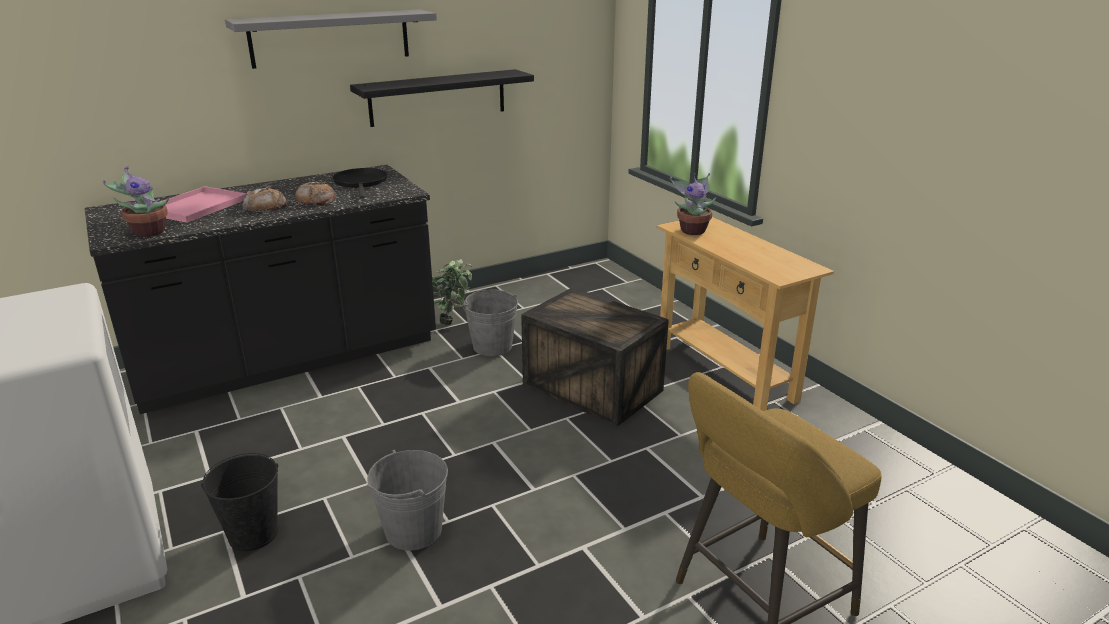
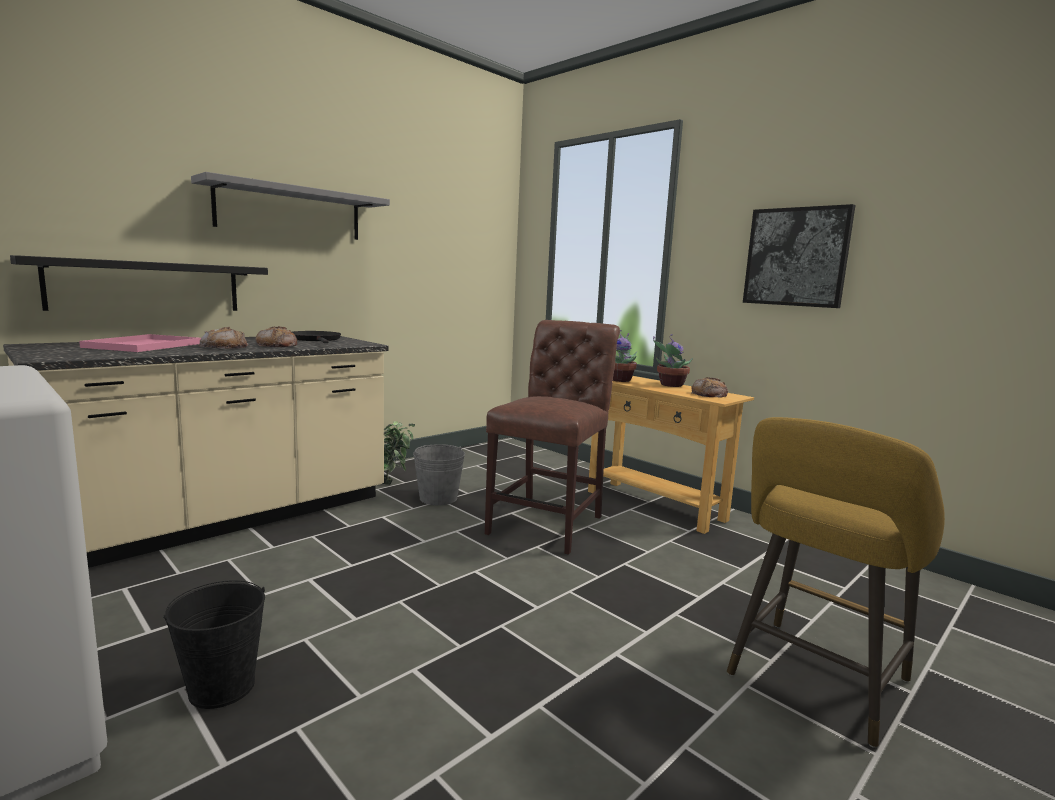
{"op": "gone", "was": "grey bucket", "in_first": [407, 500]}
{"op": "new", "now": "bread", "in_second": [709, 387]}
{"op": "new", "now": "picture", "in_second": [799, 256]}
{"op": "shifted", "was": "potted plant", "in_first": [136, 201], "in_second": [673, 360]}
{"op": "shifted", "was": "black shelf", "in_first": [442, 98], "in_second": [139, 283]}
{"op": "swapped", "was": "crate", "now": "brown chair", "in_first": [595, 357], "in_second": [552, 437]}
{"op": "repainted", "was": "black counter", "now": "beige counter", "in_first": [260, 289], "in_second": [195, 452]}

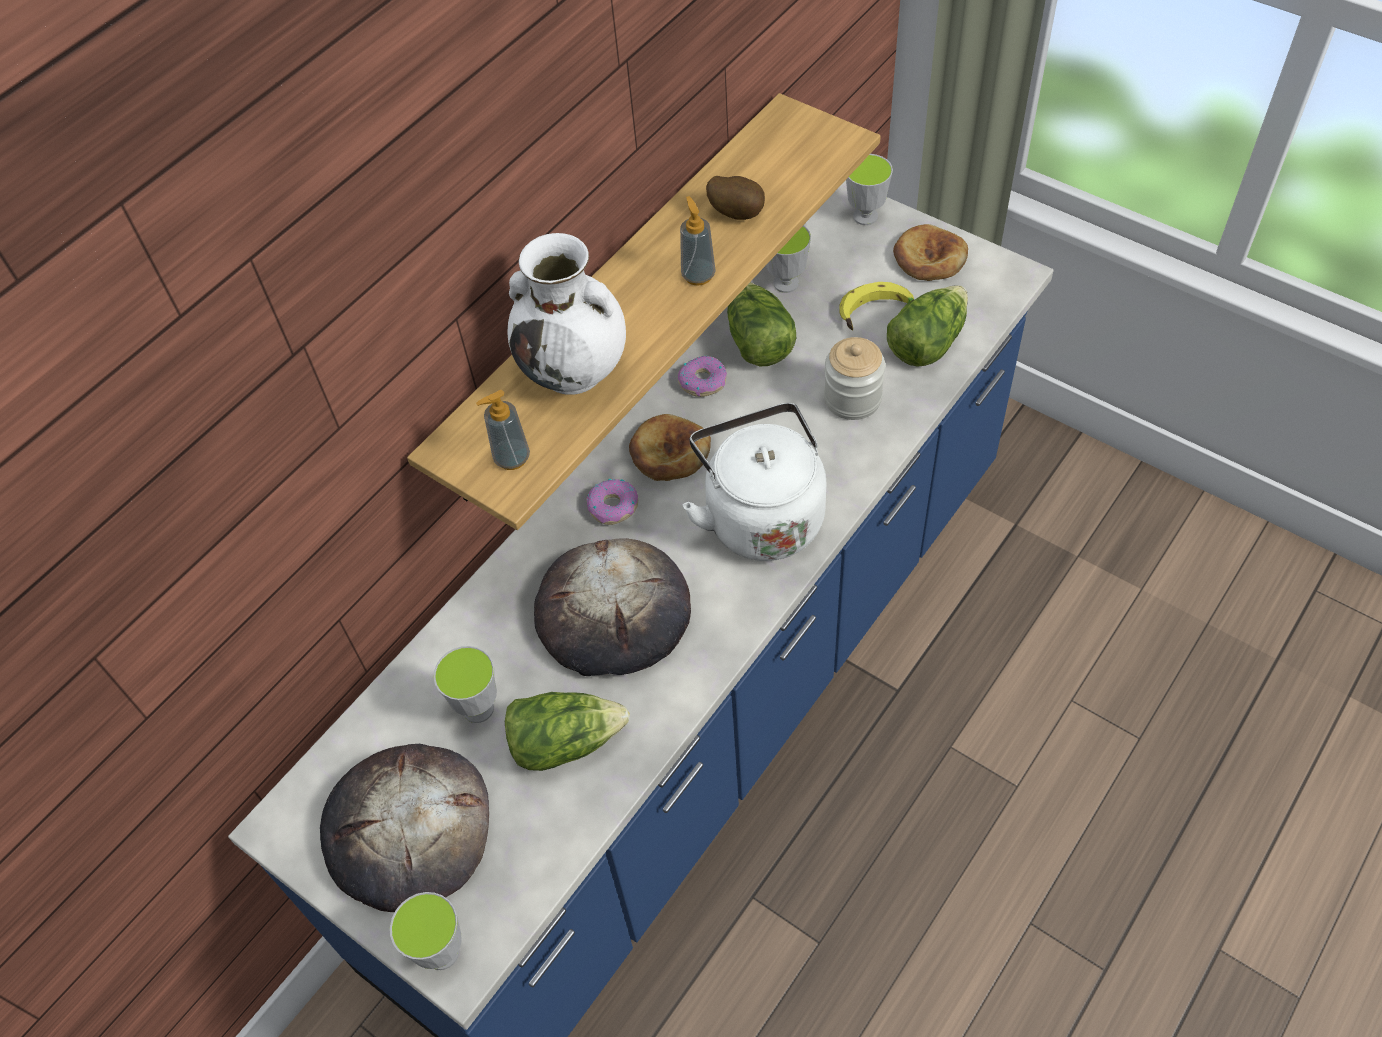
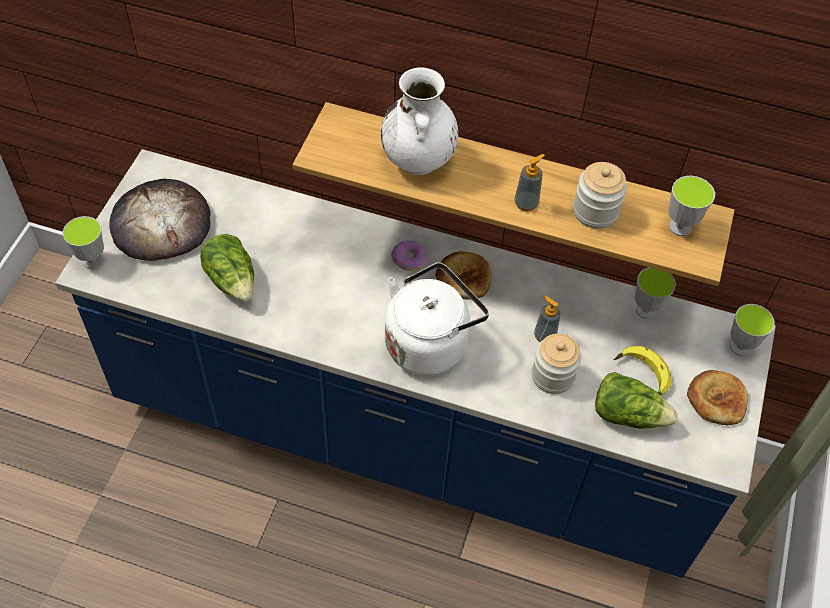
{"op": "gone", "was": "bread", "in_first": [612, 607]}
{"op": "gone", "was": "donut", "in_first": [702, 376]}
{"op": "gone", "was": "lettuce", "in_first": [761, 324]}
{"op": "shifted", "was": "cup", "in_first": [465, 684], "in_second": [691, 206]}
{"op": "shifted", "was": "soap dispenser", "in_first": [503, 430], "in_second": [547, 318]}
{"op": "swapped", "was": "potato", "now": "jar", "in_first": [735, 198], "in_second": [600, 195]}

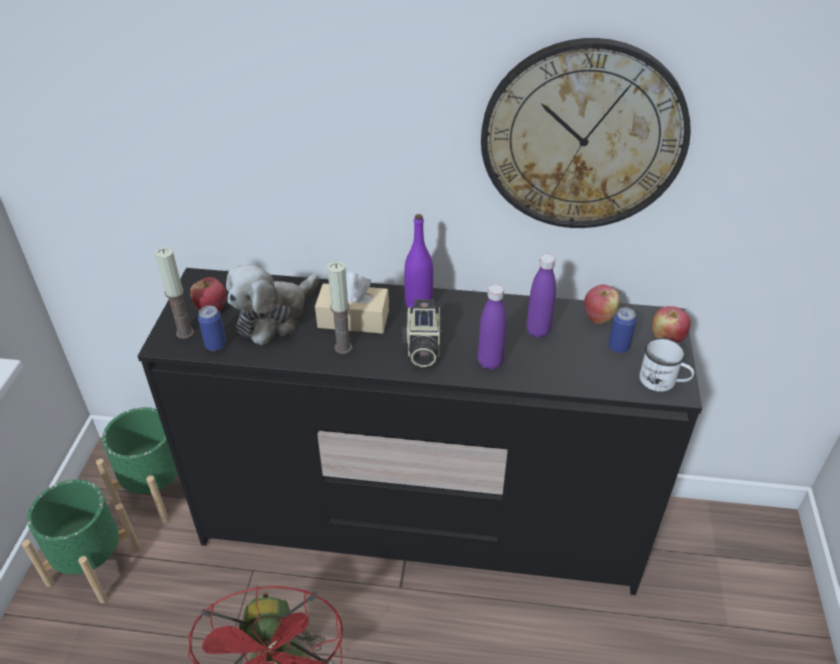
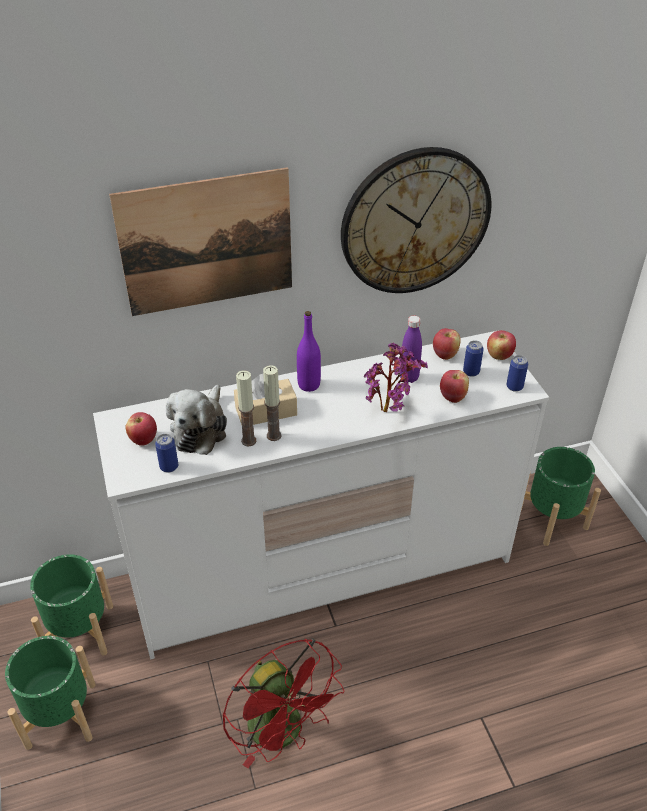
{"op": "gone", "was": "photo camera", "in_first": [422, 333]}
{"op": "new", "now": "picture", "in_second": [200, 241]}
{"op": "new", "now": "apple", "in_second": [454, 386]}
{"op": "new", "now": "green planter", "in_second": [561, 496]}
{"op": "shifted", "was": "candle", "in_first": [174, 293], "in_second": [246, 408]}
{"op": "swapped", "was": "purple bottle", "now": "potted plant", "in_first": [492, 327], "in_second": [396, 377]}
{"op": "swapped", "was": "white mug", "now": "can", "in_first": [666, 365], "in_second": [517, 373]}
{"op": "repainted", "was": "black dresser", "now": "white dresser", "in_first": [420, 431], "in_second": [321, 495]}

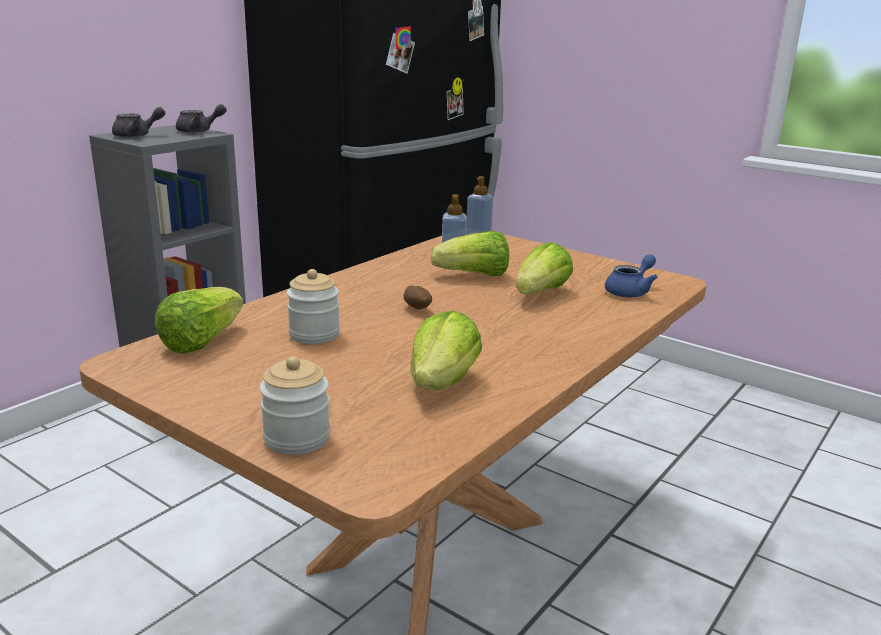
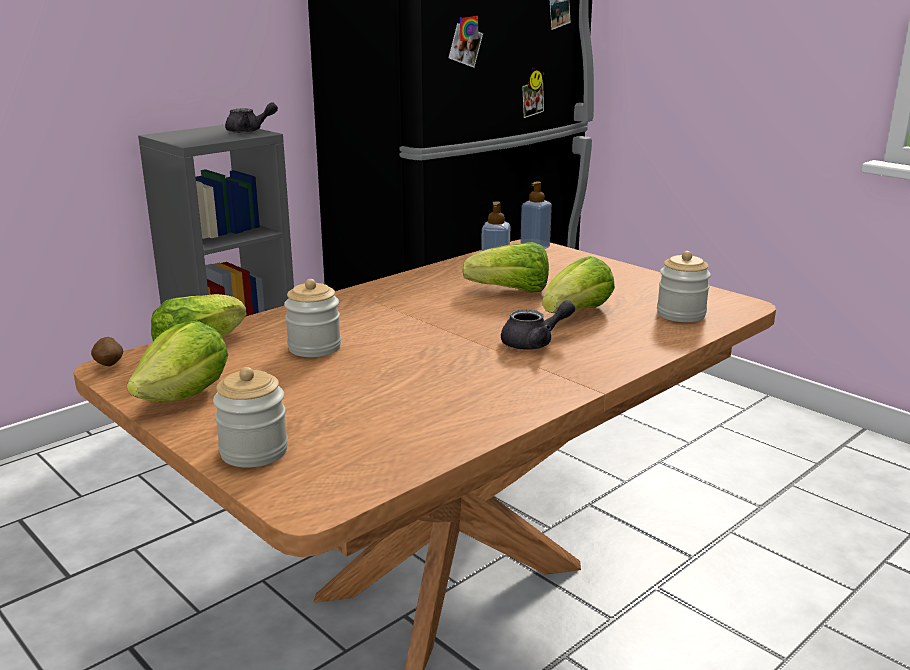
{"op": "shifted", "was": "grey teapot", "in_first": [138, 122], "in_second": [538, 325]}
{"op": "shifted", "was": "potato", "in_first": [418, 298], "in_second": [107, 351]}
{"op": "shifted", "was": "lettuce", "in_first": [446, 350], "in_second": [177, 361]}
{"op": "swapped", "was": "blue teapot", "now": "jar", "in_first": [631, 275], "in_second": [684, 286]}

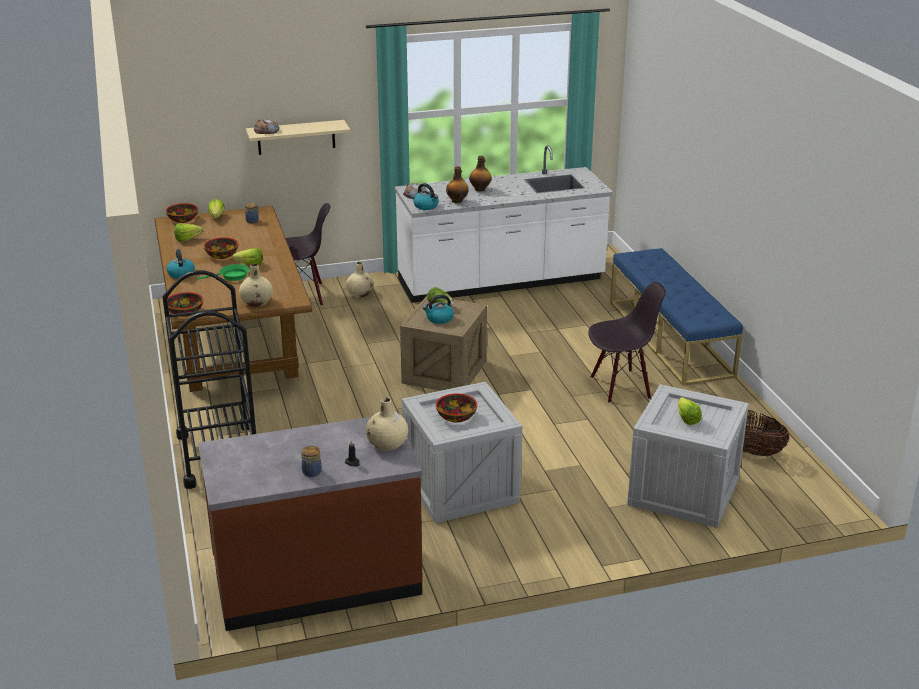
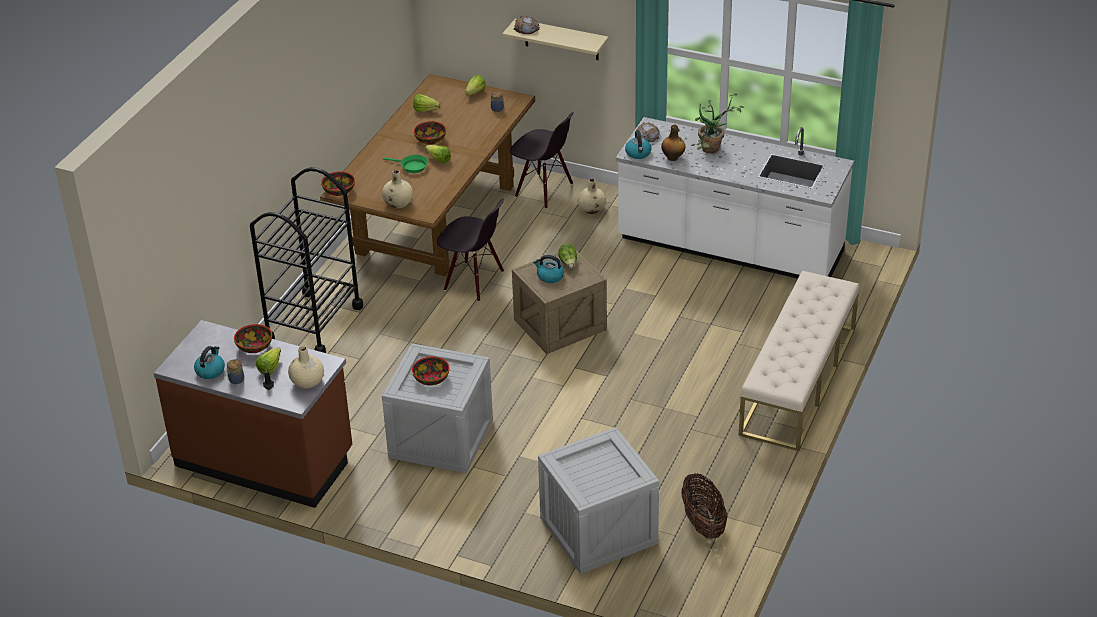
{"op": "shifted", "was": "bowl", "in_first": [182, 213], "in_second": [253, 338]}
{"op": "shifted", "was": "kettle", "in_first": [181, 264], "in_second": [209, 362]}
{"op": "shifted", "was": "black chair", "in_first": [627, 342], "in_second": [470, 250]}
{"op": "shifted", "was": "lettuce", "in_first": [690, 411], "in_second": [268, 361]}
{"op": "swapped", "was": "bottle", "now": "potted plant", "in_first": [480, 174], "in_second": [717, 123]}
{"op": "repainted", "was": "blue bench", "now": "beige bench", "in_first": [676, 317], "in_second": [799, 361]}

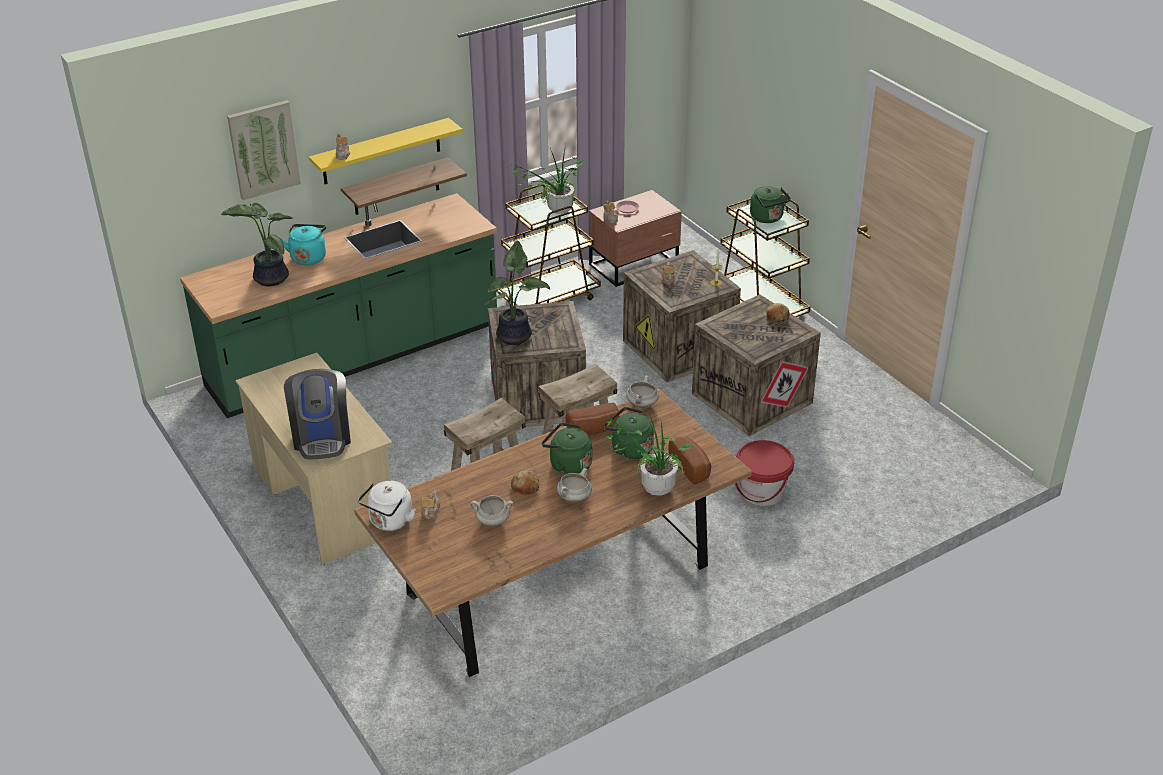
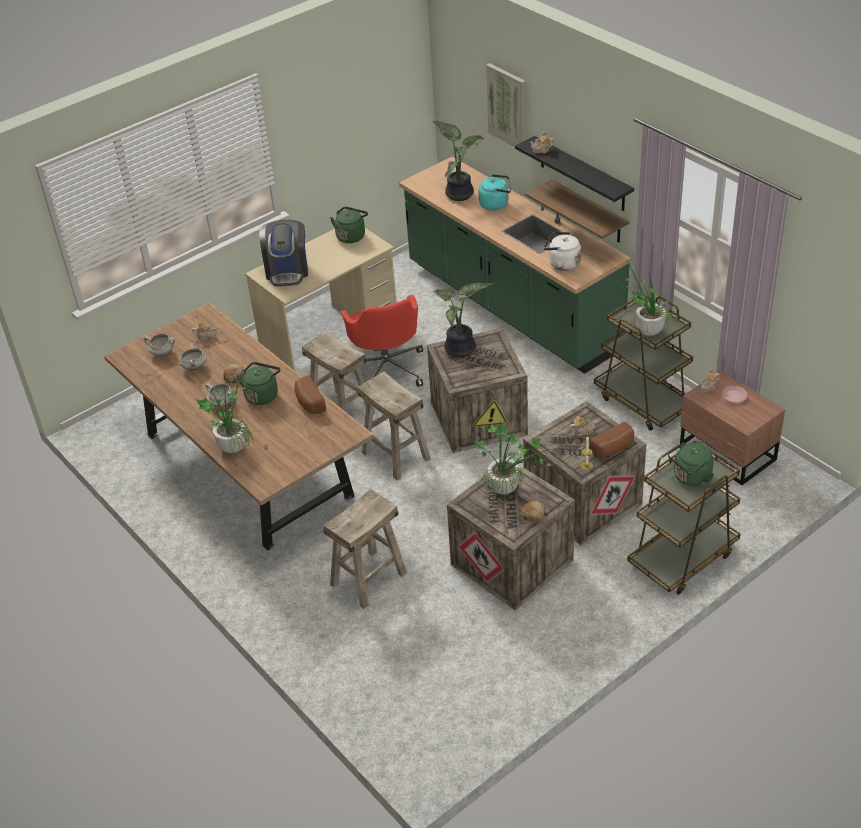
{"op": "new", "now": "red office chair", "in_second": [381, 341]}
{"op": "new", "now": "potted plant", "in_second": [515, 461]}
{"op": "shifted", "was": "white kettle", "in_first": [387, 506], "in_second": [562, 251]}
{"op": "shifted", "was": "green kettle", "in_first": [629, 433], "in_second": [349, 225]}
{"op": "shifted", "was": "white cooking pot", "in_first": [642, 392], "in_second": [159, 344]}
{"op": "shifted", "was": "bread", "in_first": [689, 460], "in_second": [611, 440]}
{"op": "swapped", "was": "red bucket", "now": "beige stool", "in_first": [764, 473], "in_second": [365, 549]}
{"op": "repainted", "was": "yellow shelf", "now": "black shelf", "in_first": [386, 151], "in_second": [574, 173]}
{"op": "rotated", "was": "coffee machine", "in_first": [317, 414], "in_second": [283, 253], "clockwise": -75}

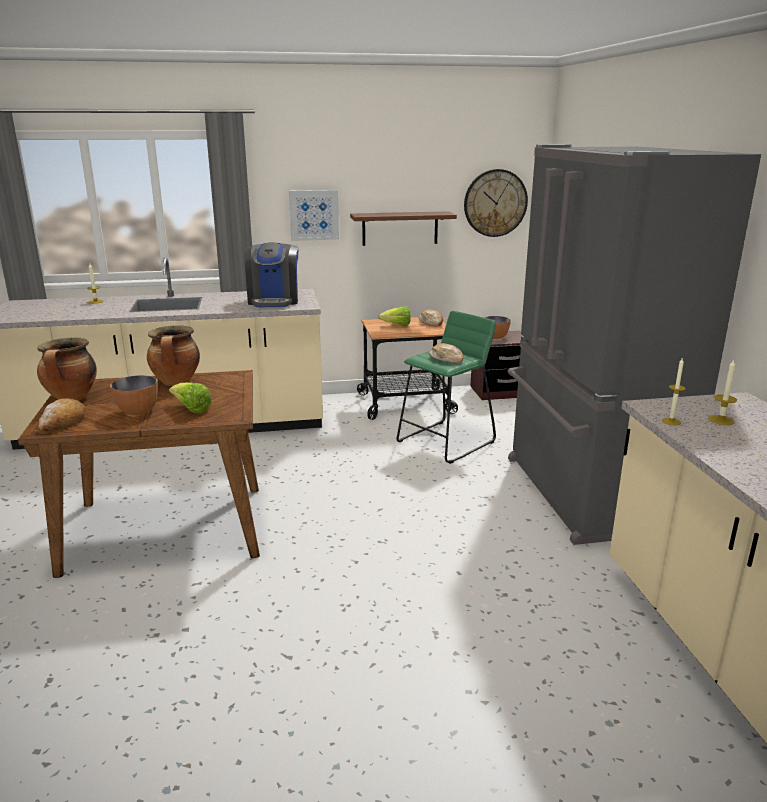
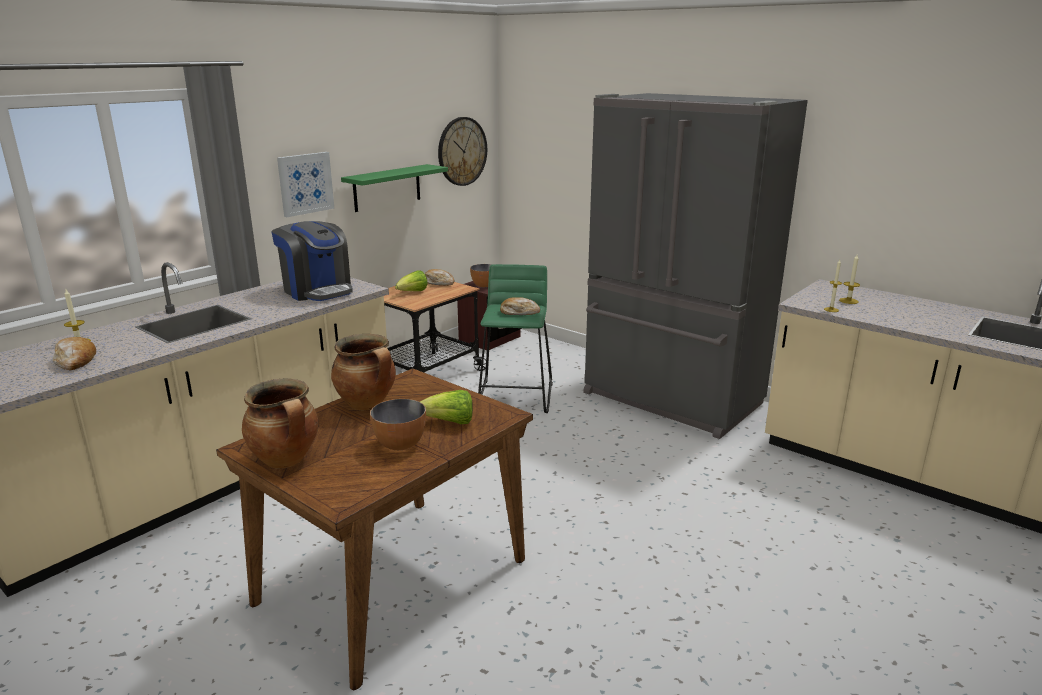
{"op": "shifted", "was": "bread", "in_first": [62, 414], "in_second": [74, 354]}
{"op": "repainted", "was": "brown shelf", "now": "green shelf", "in_first": [403, 228], "in_second": [394, 188]}

